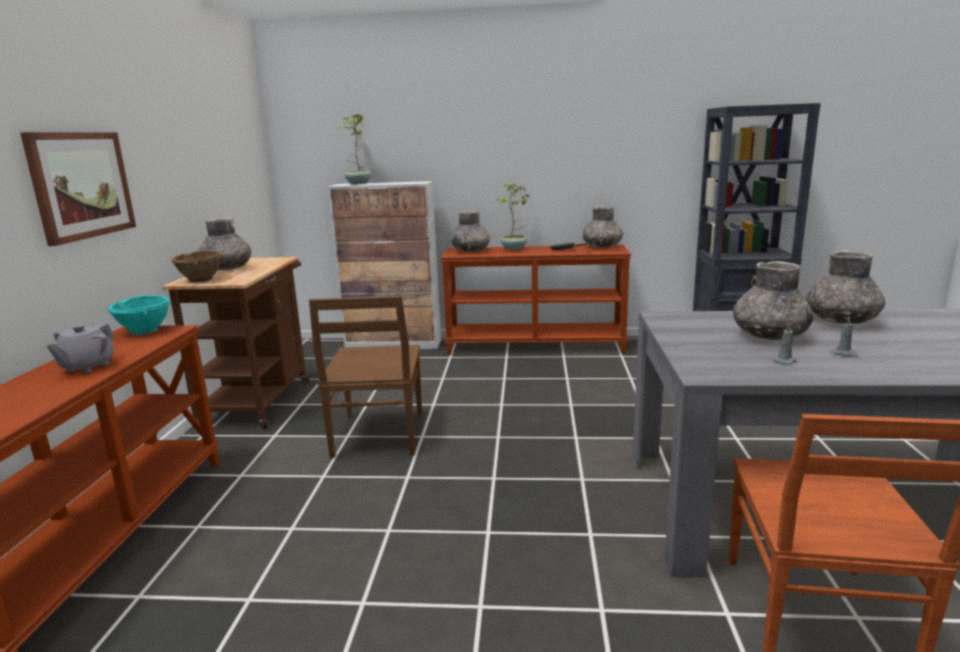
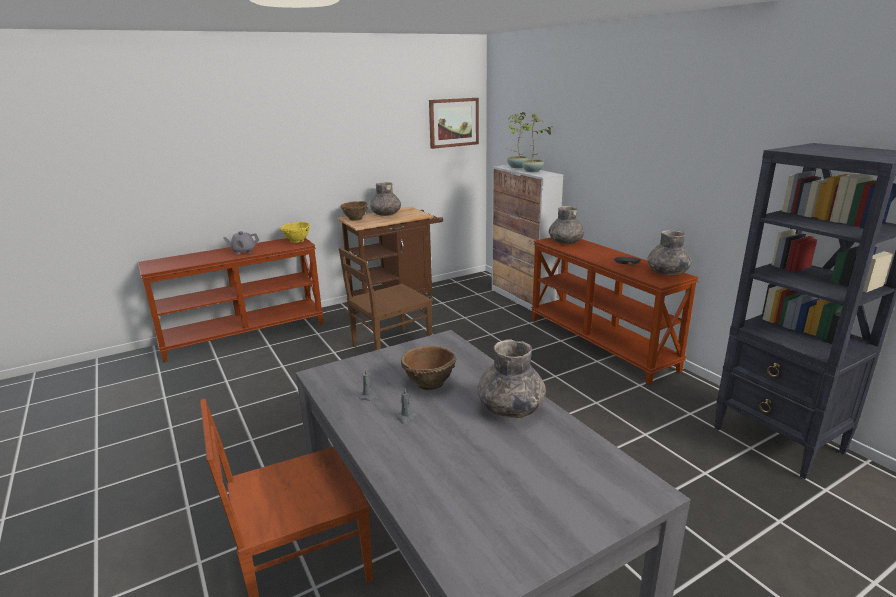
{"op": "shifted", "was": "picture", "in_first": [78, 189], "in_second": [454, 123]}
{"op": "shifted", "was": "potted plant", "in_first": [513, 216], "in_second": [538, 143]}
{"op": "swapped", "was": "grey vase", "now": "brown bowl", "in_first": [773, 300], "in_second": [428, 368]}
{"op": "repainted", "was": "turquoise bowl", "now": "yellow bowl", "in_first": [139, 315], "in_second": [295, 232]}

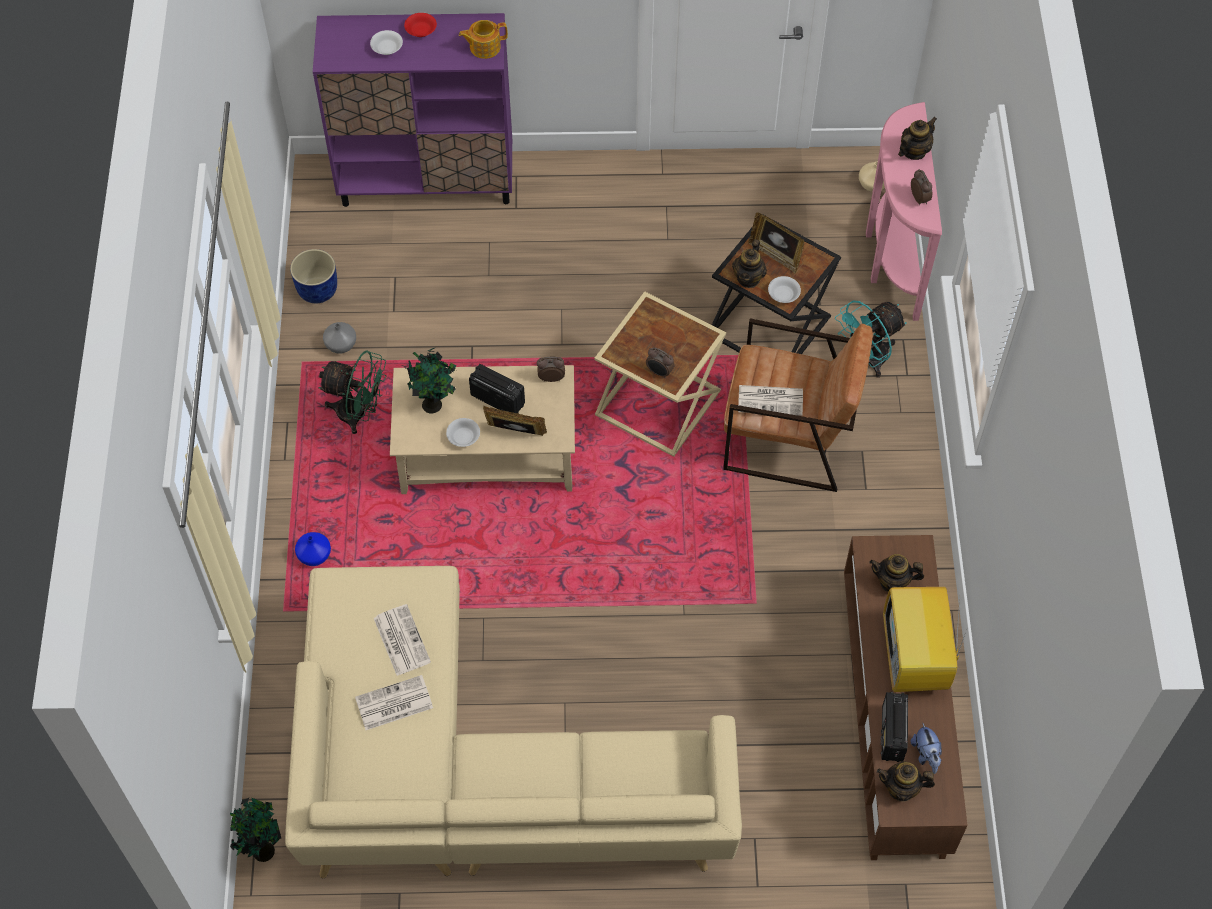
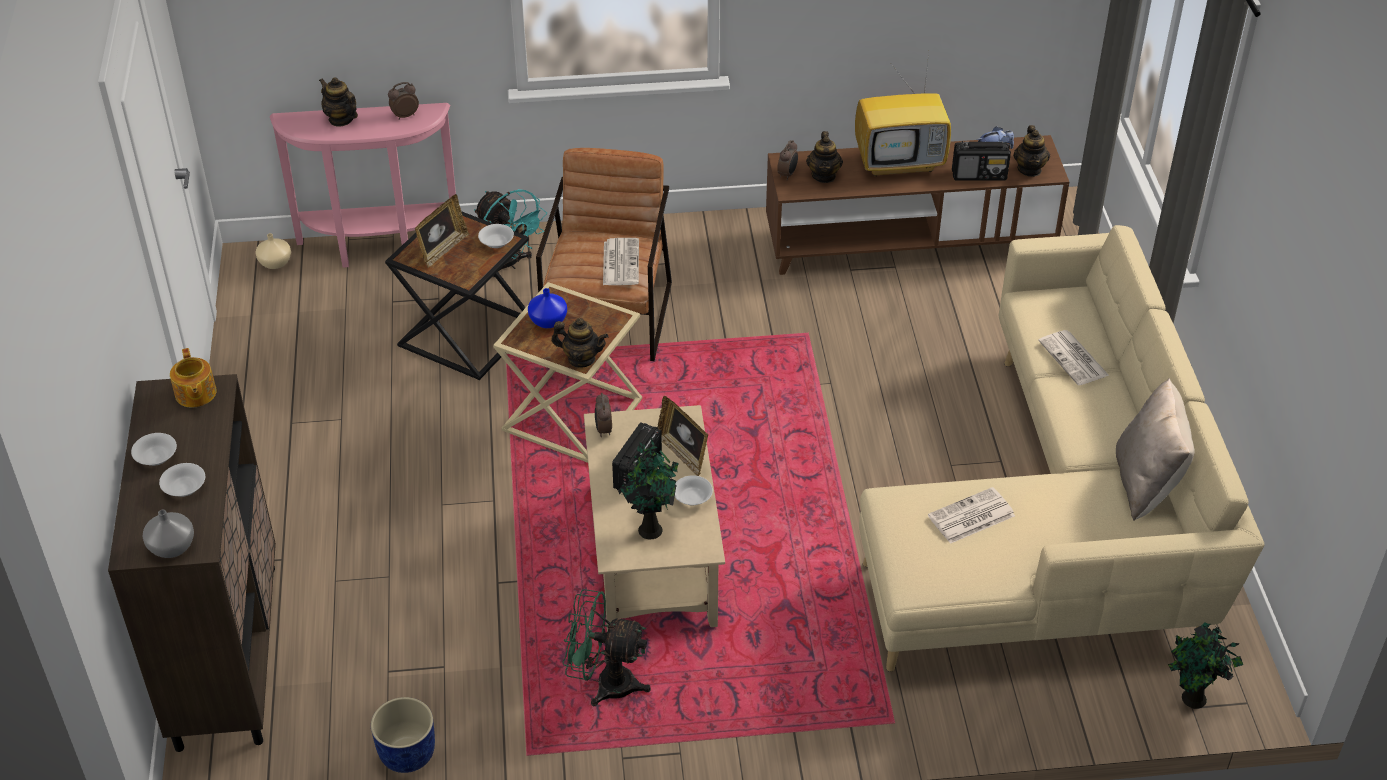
{"op": "new", "now": "beige pillow", "in_second": [1155, 449]}
{"op": "shifted", "was": "blue vase", "in_first": [313, 549], "in_second": [547, 308]}
{"op": "shifted", "was": "grey vase", "in_first": [339, 338], "in_second": [168, 534]}
{"op": "shifted", "was": "newspaper", "in_first": [394, 702], "in_second": [1073, 357]}
{"op": "shifted", "was": "alarm clock", "in_first": [660, 362], "in_second": [787, 160]}
{"op": "shifted", "was": "teapot", "in_first": [749, 263], "in_second": [580, 343]}
{"op": "repainted", "was": "purple cabinet", "now": "brown cabinet", "in_first": [412, 110], "in_second": [192, 563]}
{"op": "repainted", "was": "red bowl", "now": "white bowl", "in_first": [420, 25], "in_second": [154, 449]}
{"op": "rotated", "was": "green fan", "in_first": [352, 392], "in_second": [606, 647], "clockwise": -90}
{"op": "rotated", "was": "picture frame", "in_first": [515, 421], "in_second": [683, 436], "clockwise": -45}

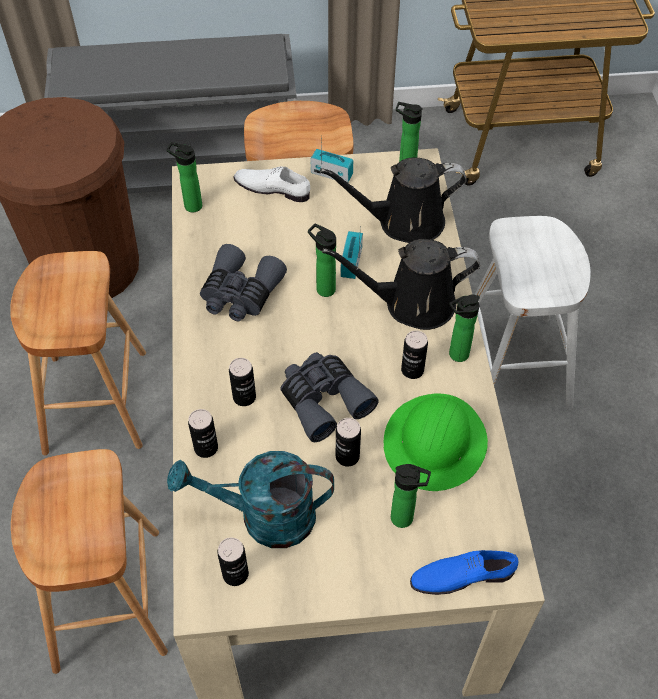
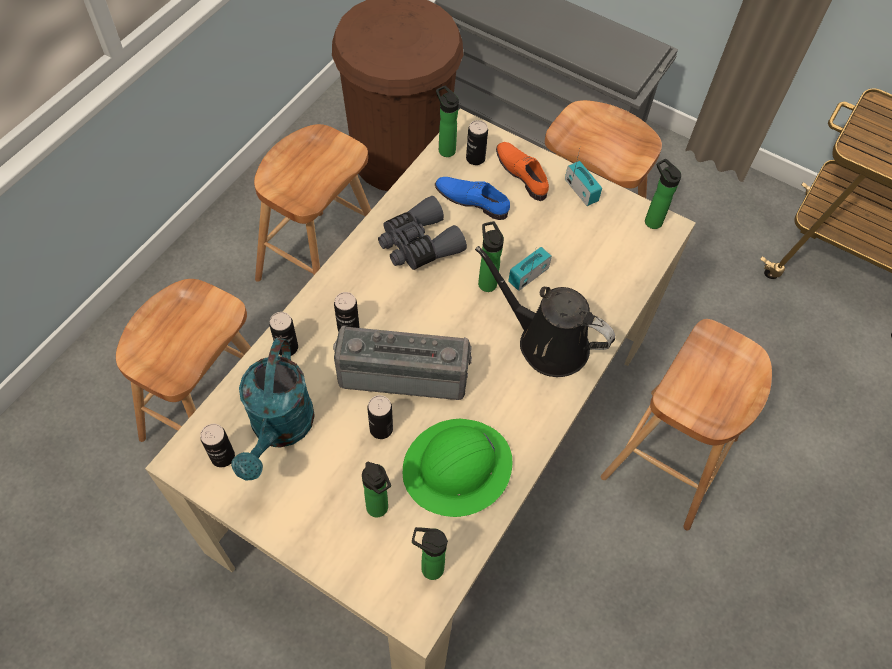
{"op": "gone", "was": "black watering can", "in_first": [393, 200]}
{"op": "shifted", "was": "can", "in_first": [414, 354], "in_second": [477, 142]}
{"op": "shifted", "was": "blue shoe", "in_first": [464, 572], "in_second": [472, 198]}
{"op": "shifted", "was": "bottle", "in_first": [464, 328], "in_second": [430, 553]}
{"op": "swapped", "was": "grey binoculars", "now": "radio", "in_first": [329, 397], "in_second": [402, 362]}
{"op": "repainted", "was": "white shoe", "now": "orange shoe", "in_first": [271, 184], "in_second": [522, 171]}
{"op": "repainted", "was": "white stool", "now": "brown stool", "in_first": [532, 313], "in_second": [686, 424]}
{"op": "rotated", "was": "turquoise watering can", "in_first": [250, 499], "in_second": [273, 409], "clockwise": -120}

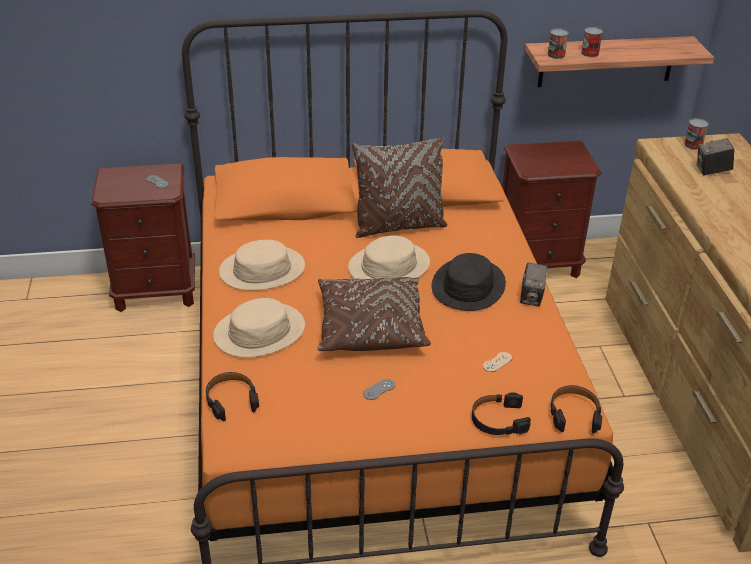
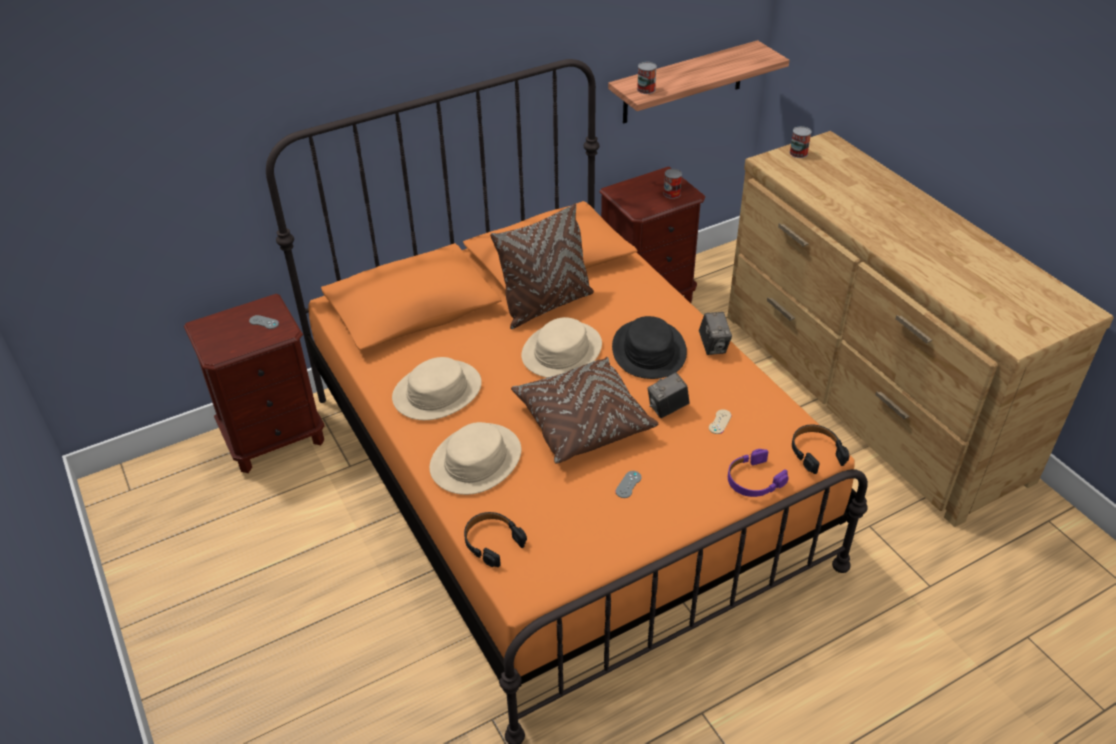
{"op": "shifted", "was": "can", "in_first": [592, 42], "in_second": [672, 184]}
{"op": "shifted", "was": "photo camera", "in_first": [715, 156], "in_second": [669, 395]}
{"op": "repainted", "was": "black headphones", "now": "purple headphones", "in_first": [501, 413], "in_second": [758, 473]}

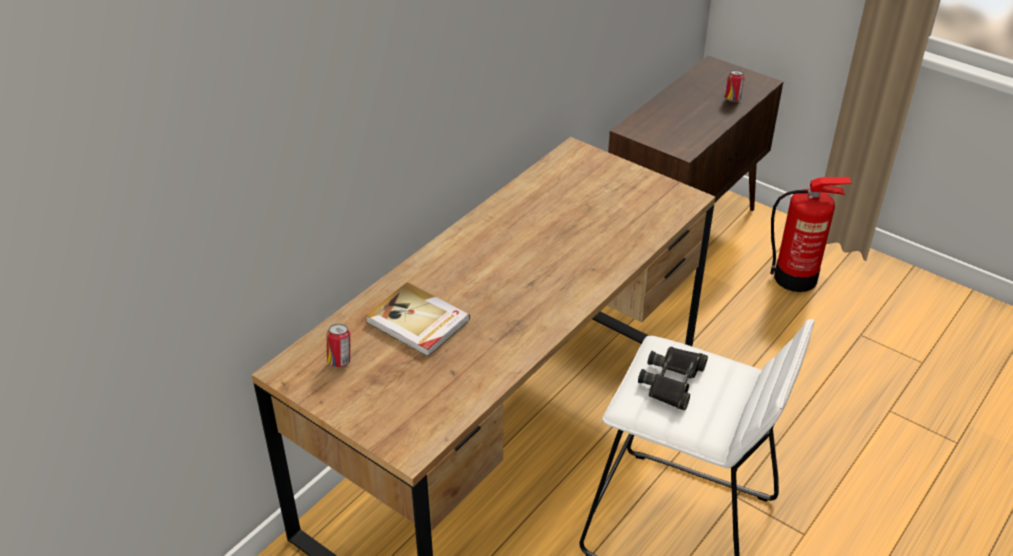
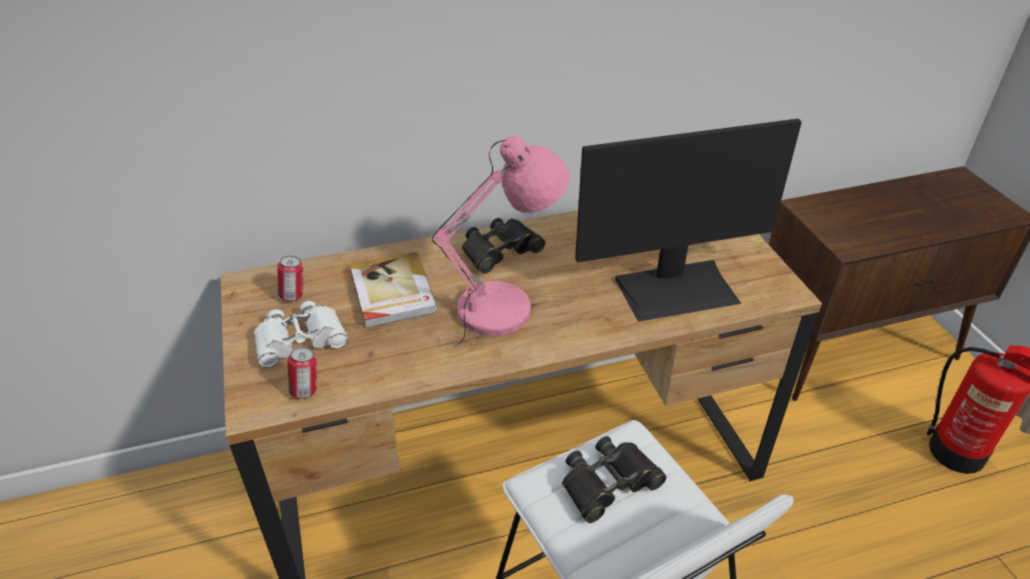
{"op": "new", "now": "white binoculars", "in_second": [301, 334]}
{"op": "new", "now": "pink table lamp", "in_second": [501, 241]}
{"op": "new", "now": "black binoculars", "in_second": [503, 246]}
{"op": "new", "now": "monitor", "in_second": [688, 220]}
{"op": "shifted", "was": "can", "in_first": [735, 86], "in_second": [303, 372]}

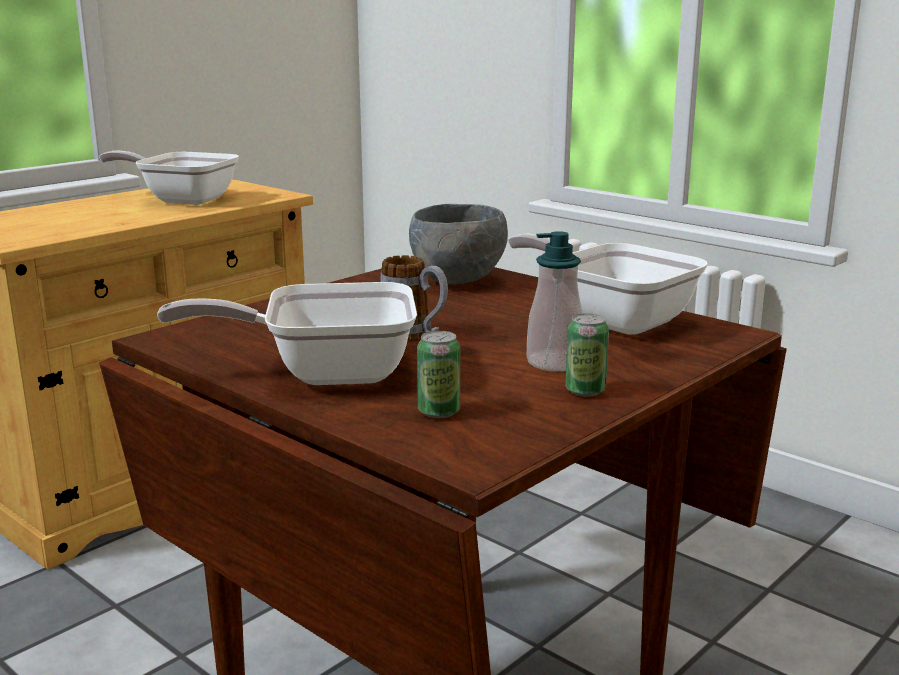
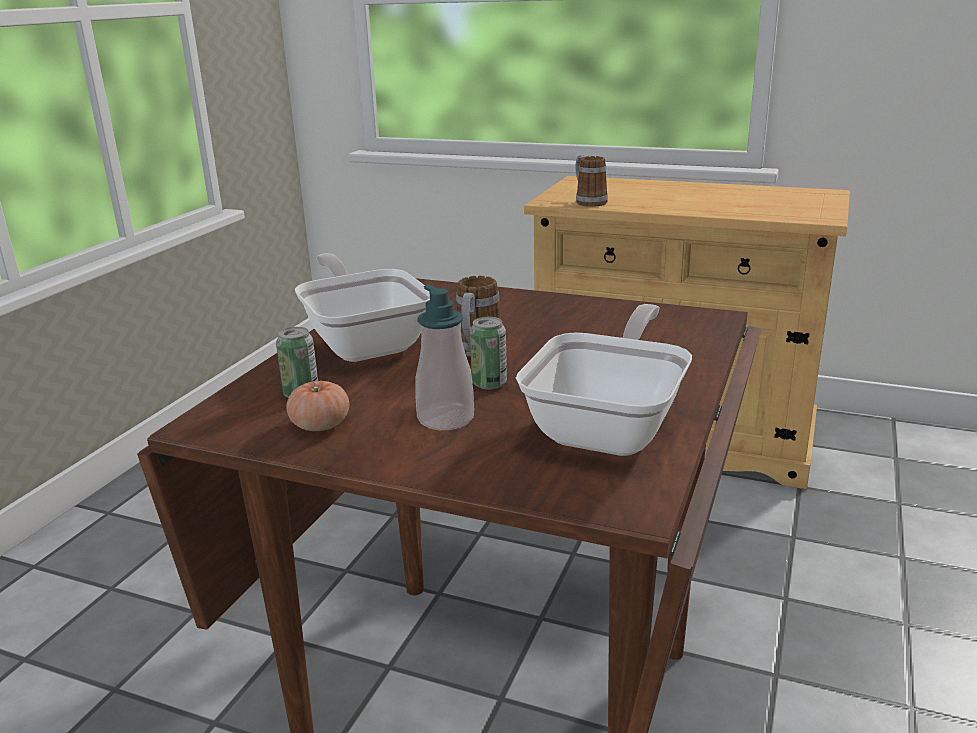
{"op": "gone", "was": "frying pan", "in_first": [169, 178]}
{"op": "gone", "was": "grey bowl", "in_first": [458, 244]}
{"op": "new", "now": "tomato", "in_second": [317, 406]}
{"op": "new", "now": "mug", "in_second": [592, 181]}
{"op": "shifted", "was": "can", "in_first": [587, 355], "in_second": [488, 353]}

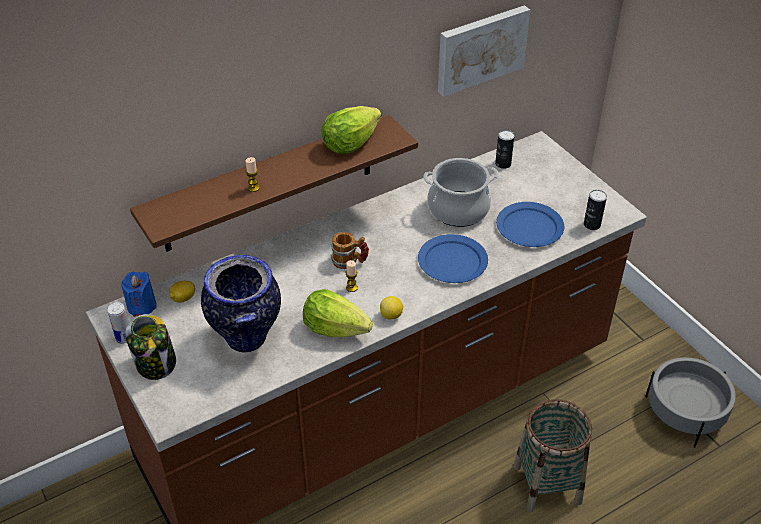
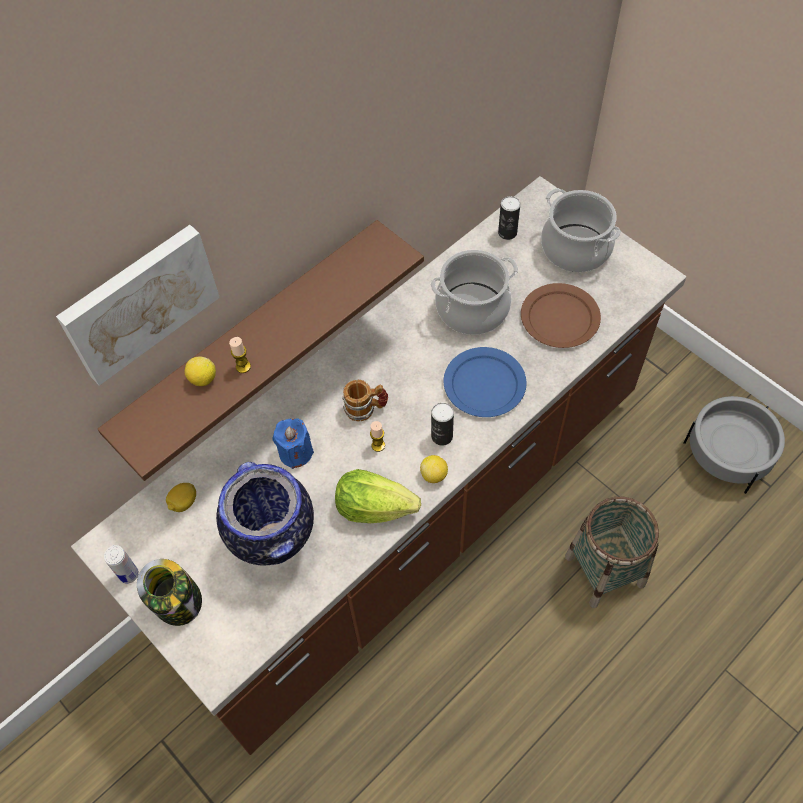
{"op": "gone", "was": "lettuce", "in_first": [351, 130]}
{"op": "new", "now": "lemon", "in_second": [200, 371]}
{"op": "new", "now": "cooking pot", "in_second": [581, 230]}
{"op": "shifted", "was": "blue candle", "in_first": [139, 294], "in_second": [293, 443]}
{"op": "shifted", "was": "picture", "in_first": [484, 51], "in_second": [138, 305]}
{"op": "shifted", "was": "can", "in_first": [595, 210], "in_second": [442, 424]}
{"op": "repainted", "was": "blue plate", "now": "brown plate", "in_first": [530, 224], "in_second": [561, 315]}

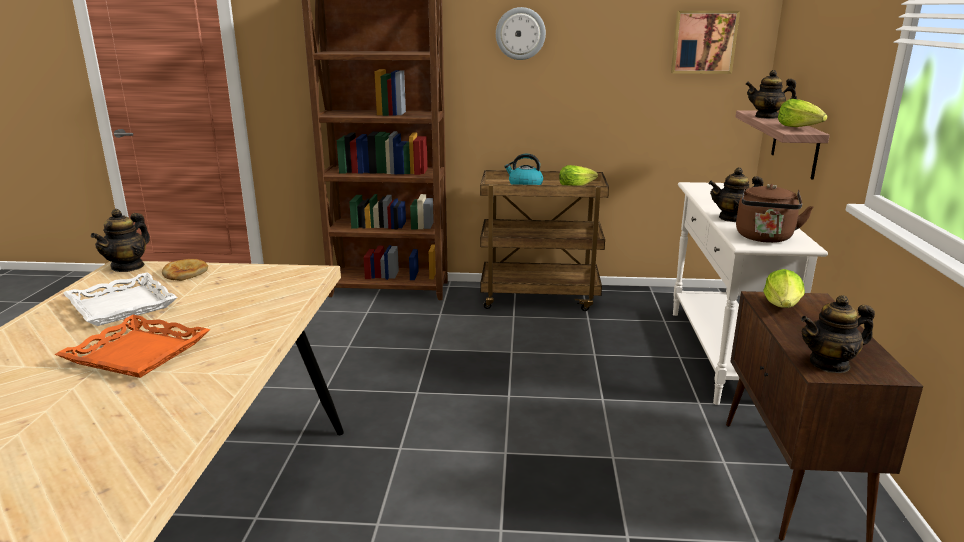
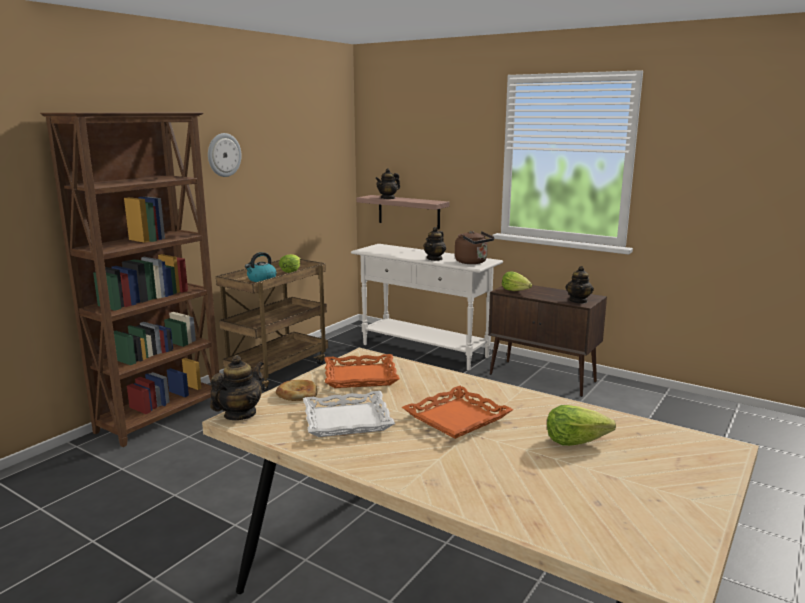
{"op": "gone", "was": "picture", "in_first": [705, 42]}
{"op": "new", "now": "orange tray", "in_second": [362, 371]}
{"op": "shifted", "was": "lettuce", "in_first": [803, 113], "in_second": [581, 425]}
{"op": "rotated", "was": "teapot", "in_first": [120, 240], "in_second": [237, 387], "clockwise": -105}

